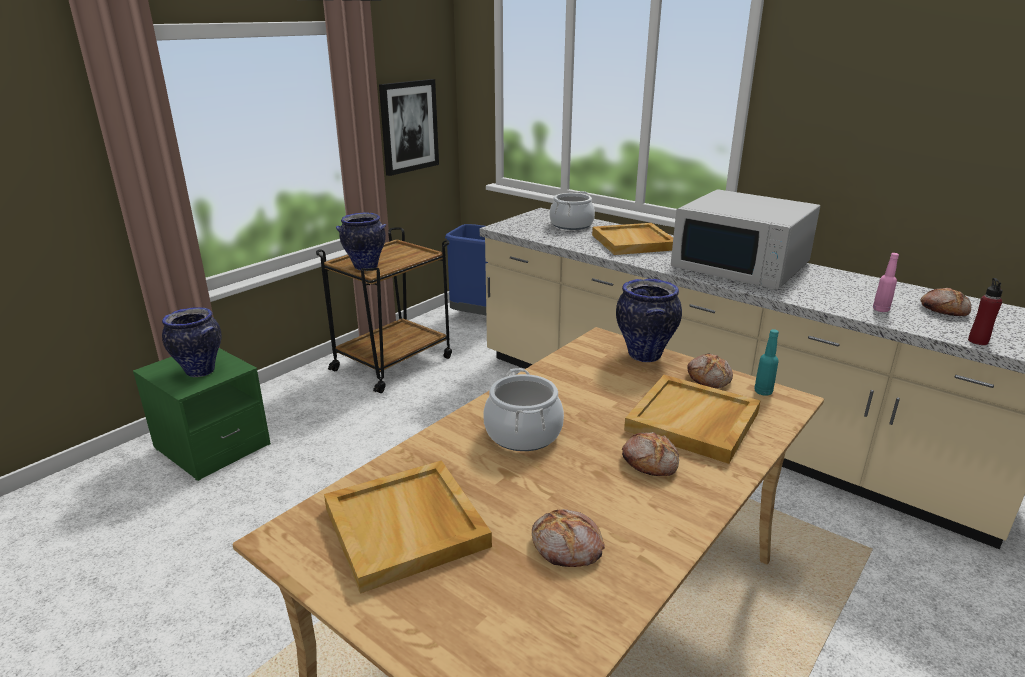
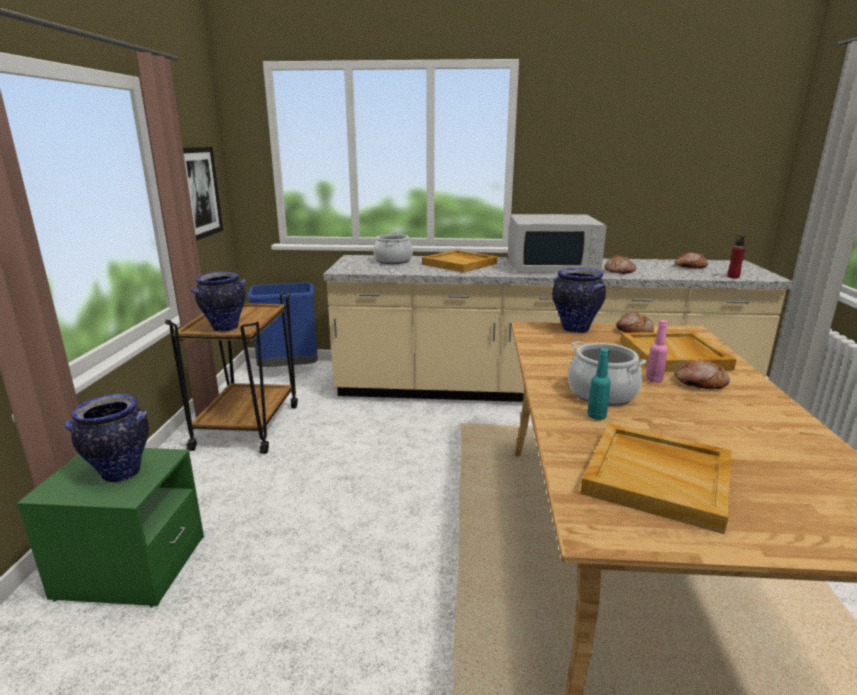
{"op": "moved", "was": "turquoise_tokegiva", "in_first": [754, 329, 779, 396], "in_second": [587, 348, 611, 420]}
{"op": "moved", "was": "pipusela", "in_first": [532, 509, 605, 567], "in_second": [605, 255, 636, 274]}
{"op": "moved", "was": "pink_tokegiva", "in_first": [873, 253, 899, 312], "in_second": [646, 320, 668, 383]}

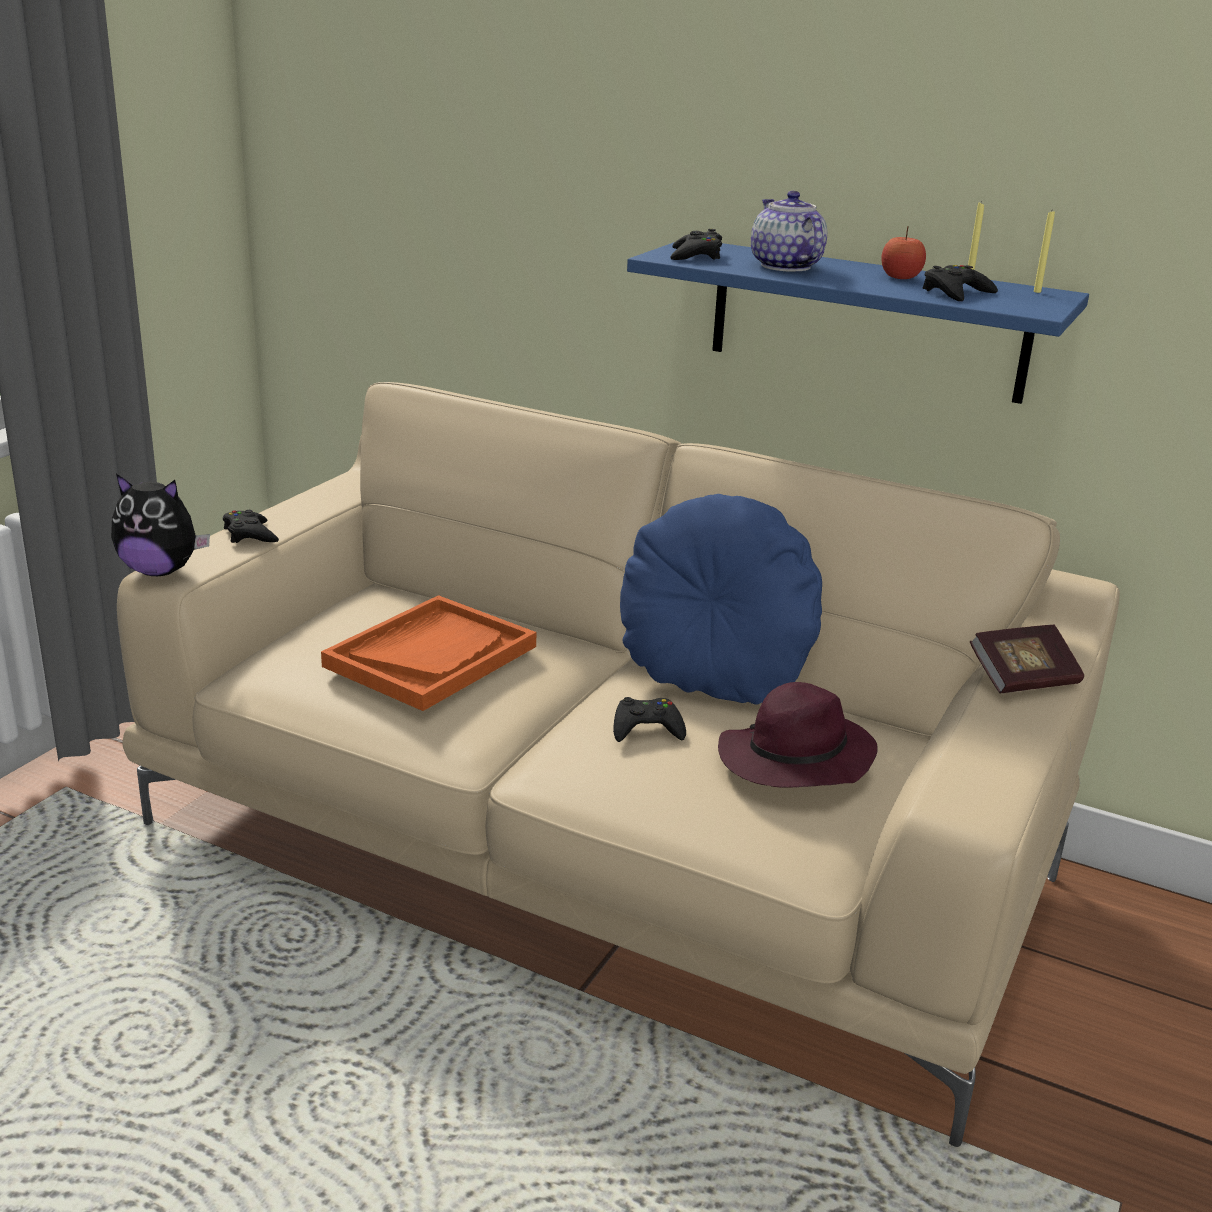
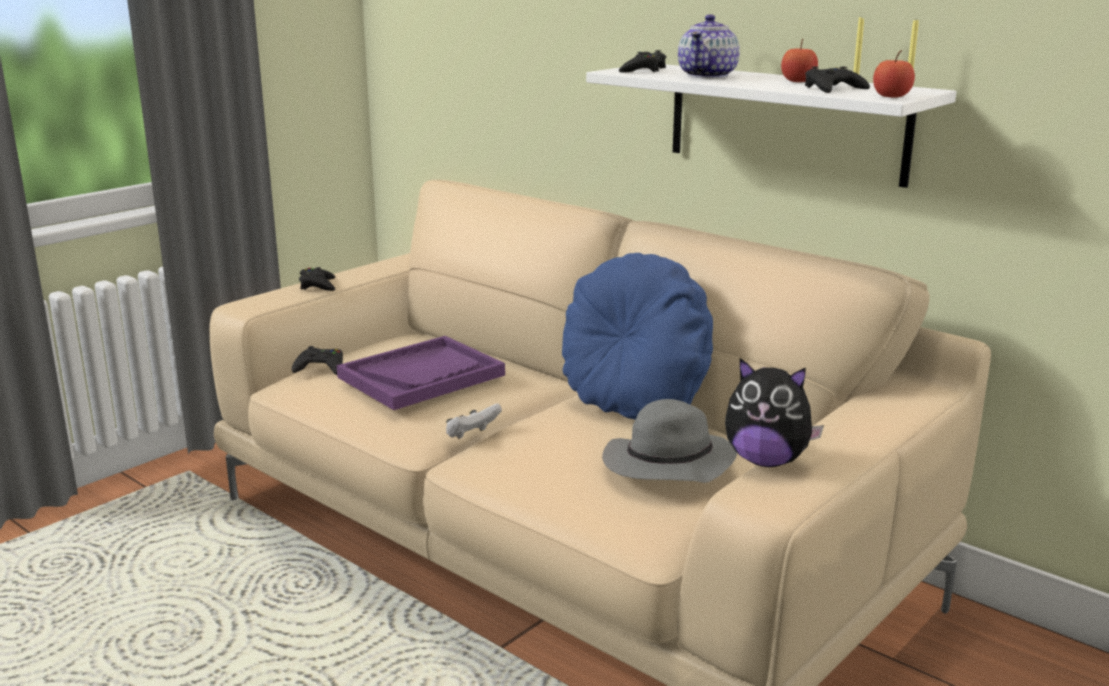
{"op": "moved", "was": "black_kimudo", "in_first": [613, 697, 686, 742], "in_second": [292, 346, 343, 375]}
{"op": "recoloured", "was": "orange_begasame", "now": "purple_begasame", "in_first": [321, 595, 536, 711], "in_second": [337, 336, 505, 410]}
{"op": "added", "now": "white_kimudo", "in_second": [446, 403, 502, 439]}
{"op": "recoloured", "was": "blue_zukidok", "now": "white_zukidok", "in_first": [627, 242, 1089, 404], "in_second": [586, 64, 956, 188]}
{"op": "recoloured", "was": "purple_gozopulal", "now": "grey_gozopulal", "in_first": [718, 682, 878, 788], "in_second": [602, 399, 737, 483]}
{"op": "turned", "was": "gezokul", "in_first": [751, 191, 827, 271], "in_second": [678, 14, 740, 78], "clockwise": -150}
{"op": "moved", "was": "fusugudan", "in_first": [111, 474, 210, 576], "in_second": [725, 358, 824, 467]}
{"op": "added", "now": "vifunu", "in_second": [873, 50, 915, 97]}
{"op": "removed", "was": "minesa", "in_first": [970, 625, 1084, 693]}

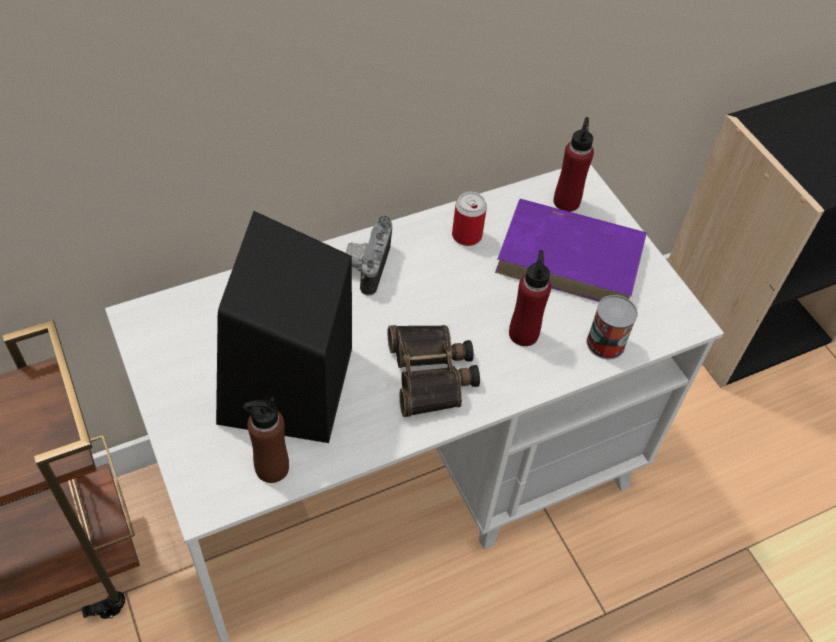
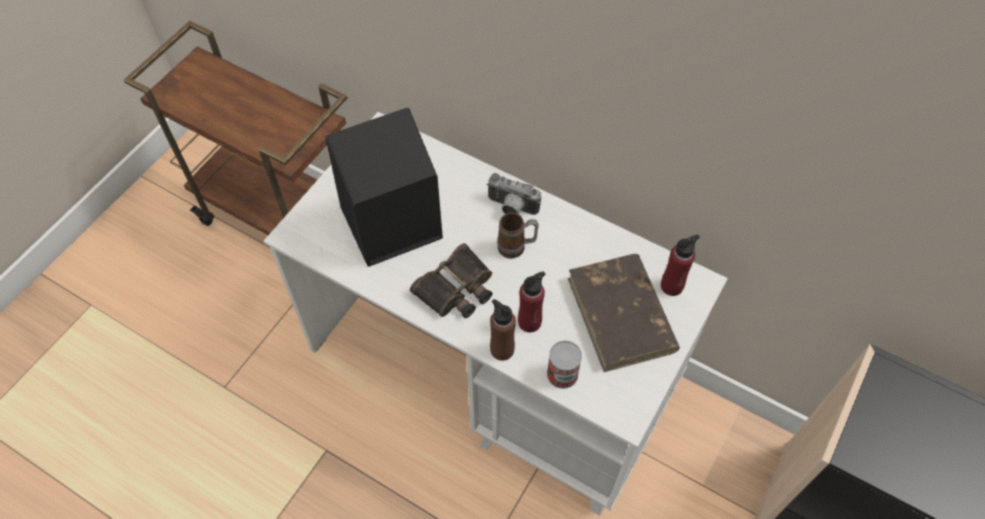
{"op": "turned", "was": "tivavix", "in_first": [346, 216, 392, 296], "in_second": [487, 173, 541, 215], "clockwise": -135}
{"op": "moved", "was": "brown_tokegiva", "in_first": [243, 397, 289, 483], "in_second": [490, 299, 516, 361]}
{"op": "added", "now": "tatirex", "in_second": [497, 213, 539, 258]}
{"op": "recoloured", "was": "purple_minesa", "now": "brown_minesa", "in_first": [495, 199, 647, 302], "in_second": [568, 254, 680, 372]}
{"op": "removed", "was": "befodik", "in_first": [452, 192, 487, 246]}

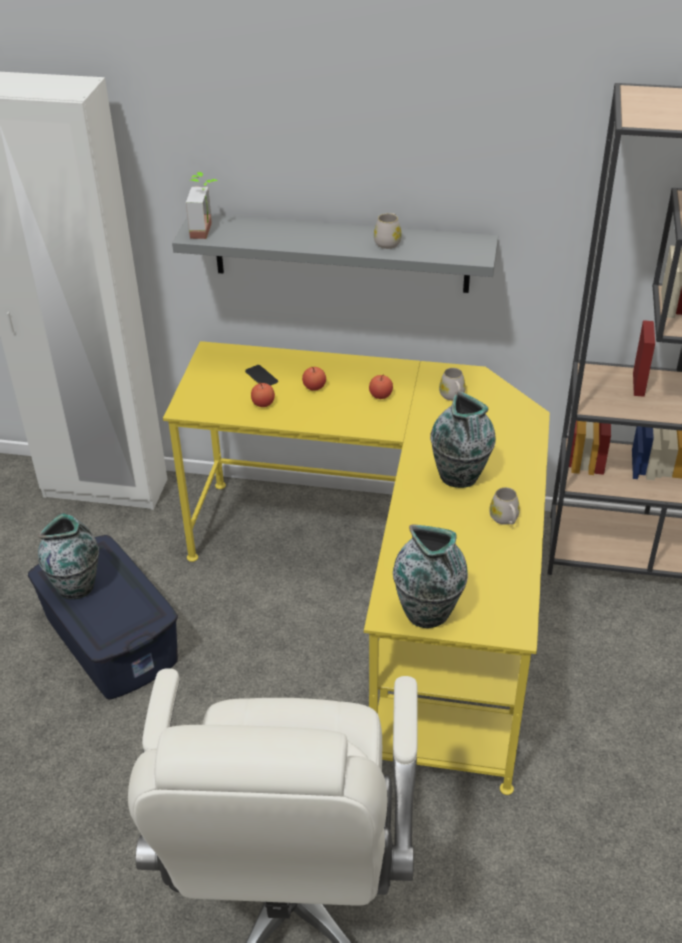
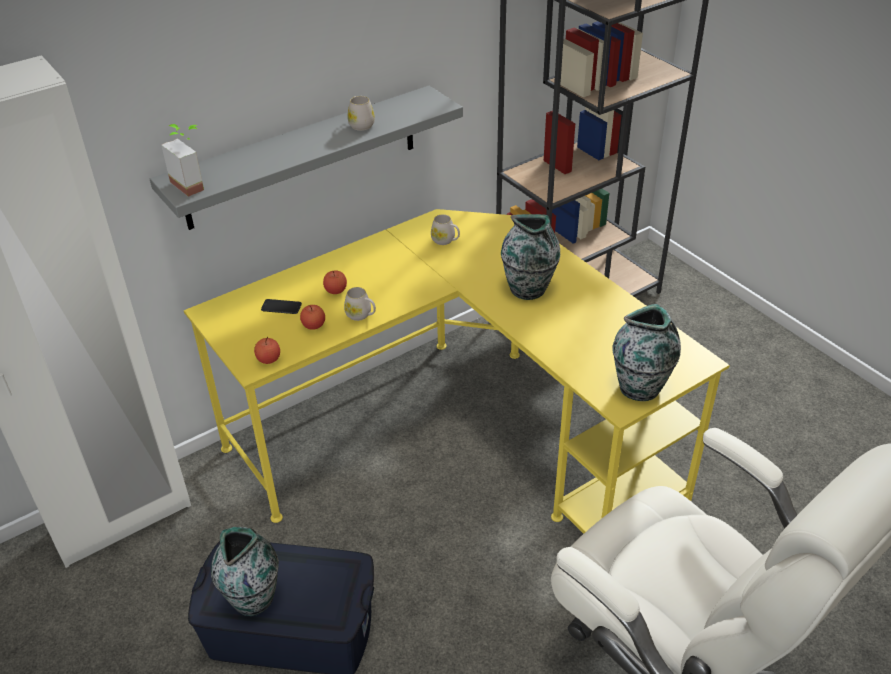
{"op": "moved", "was": "vifunu", "in_first": [369, 374, 393, 399], "in_second": [254, 337, 280, 364]}
{"op": "moved", "was": "white_tatirex", "in_first": [489, 487, 520, 525], "in_second": [344, 287, 376, 321]}

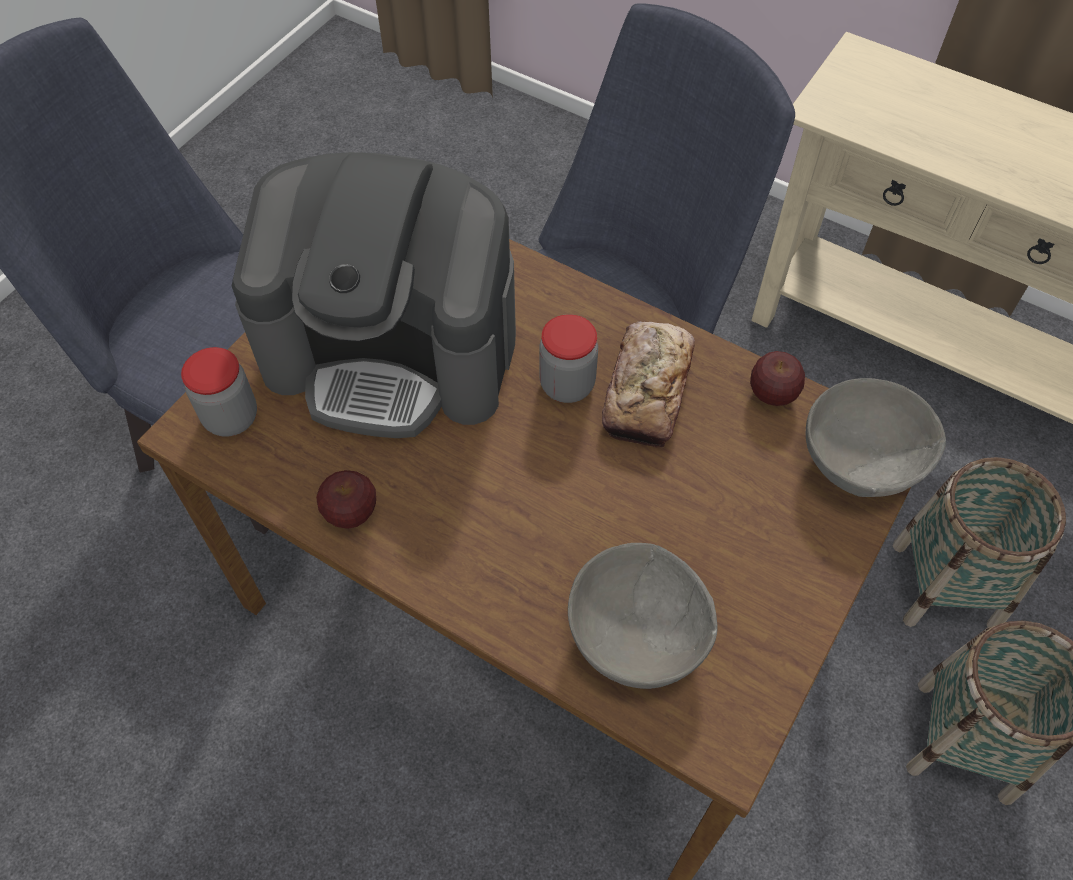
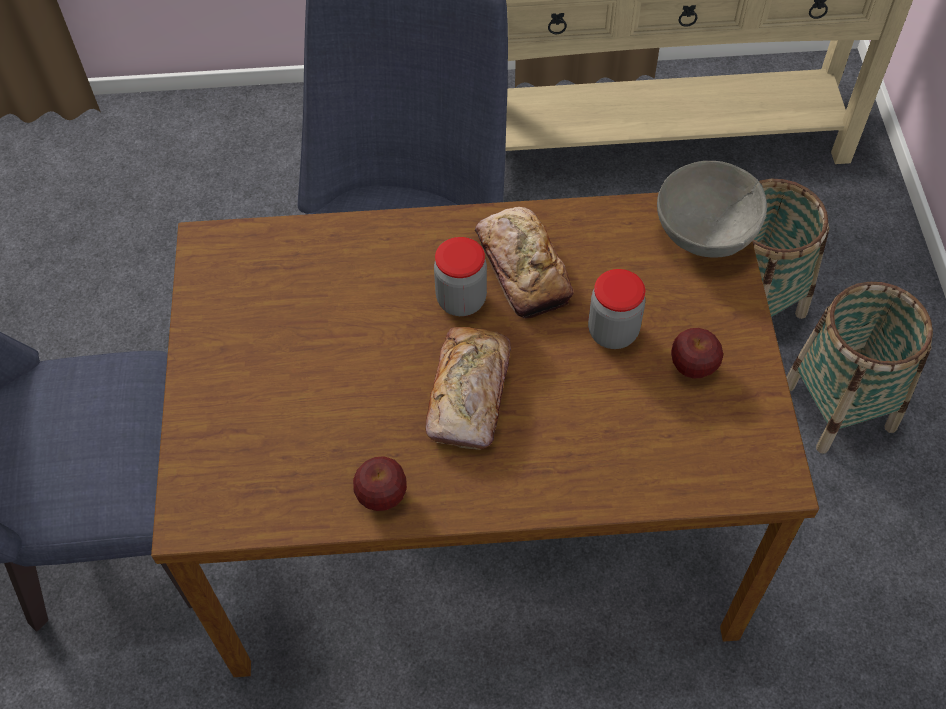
{"op": "added", "now": "pipusela", "in_second": [425, 327, 511, 450]}
{"op": "moved", "was": "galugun", "in_first": [181, 347, 257, 437], "in_second": [588, 269, 645, 349]}
{"op": "moved", "was": "vifunu", "in_first": [750, 351, 805, 406], "in_second": [671, 328, 723, 379]}
{"op": "removed", "was": "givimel", "in_first": [232, 152, 516, 438]}
{"op": "removed", "was": "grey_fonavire", "in_first": [568, 543, 718, 689]}

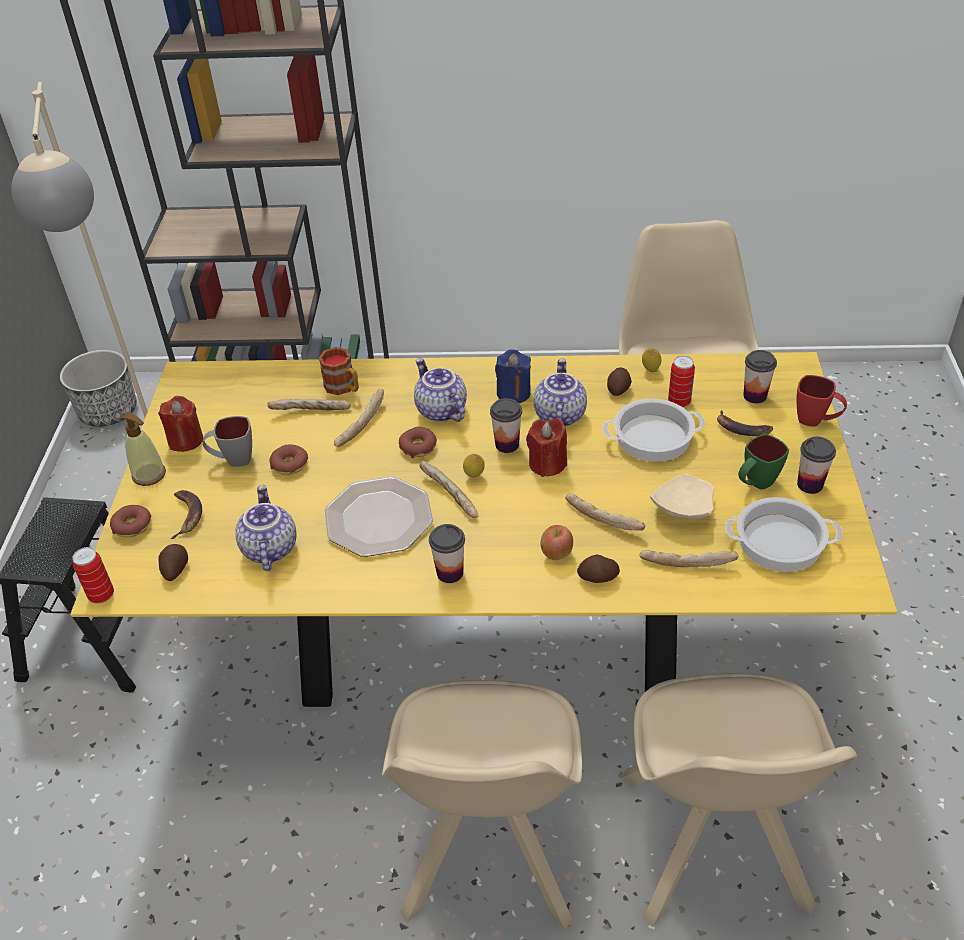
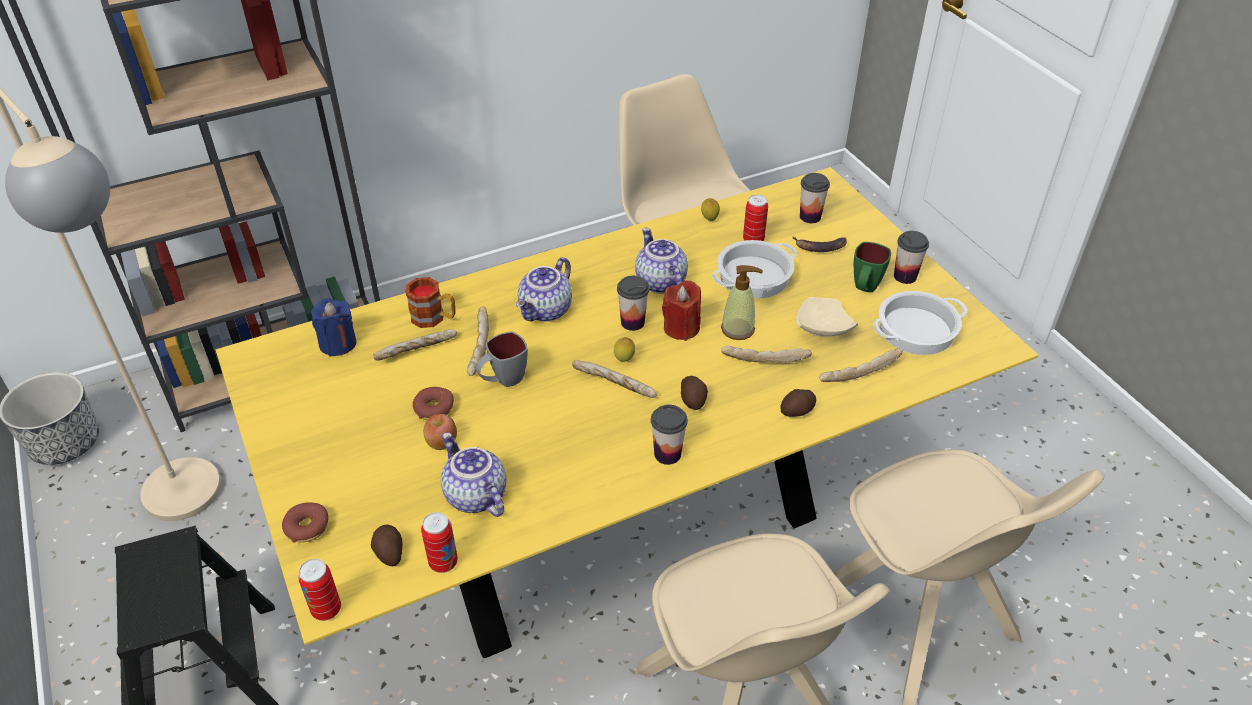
{"op": "moved", "was": "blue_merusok", "in_first": [495, 349, 531, 403], "in_second": [311, 298, 357, 357]}
{"op": "added", "now": "befodik", "in_second": [421, 512, 458, 573]}
{"op": "moved", "was": "vifunu", "in_first": [541, 525, 573, 560], "in_second": [423, 414, 457, 450]}
{"op": "moved", "was": "grey_tatirex", "in_first": [203, 416, 252, 467], "in_second": [476, 331, 528, 387]}
{"op": "turned", "was": "gezokul", "in_first": [414, 358, 467, 422], "in_second": [516, 257, 572, 322], "clockwise": -90}
{"op": "moved", "was": "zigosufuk", "in_first": [607, 368, 632, 396], "in_second": [681, 376, 708, 410]}
{"op": "moved", "was": "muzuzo", "in_first": [120, 412, 166, 486], "in_second": [721, 265, 763, 340]}
{"op": "removed", "was": "red_merusok", "in_first": [158, 396, 203, 452]}
{"op": "removed", "was": "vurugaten", "in_first": [170, 490, 202, 539]}
{"op": "removed", "was": "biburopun", "in_first": [325, 476, 433, 557]}
{"op": "removed", "was": "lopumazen", "in_first": [399, 427, 437, 458]}
{"op": "removed", "was": "red_tatirex", "in_first": [797, 375, 847, 427]}

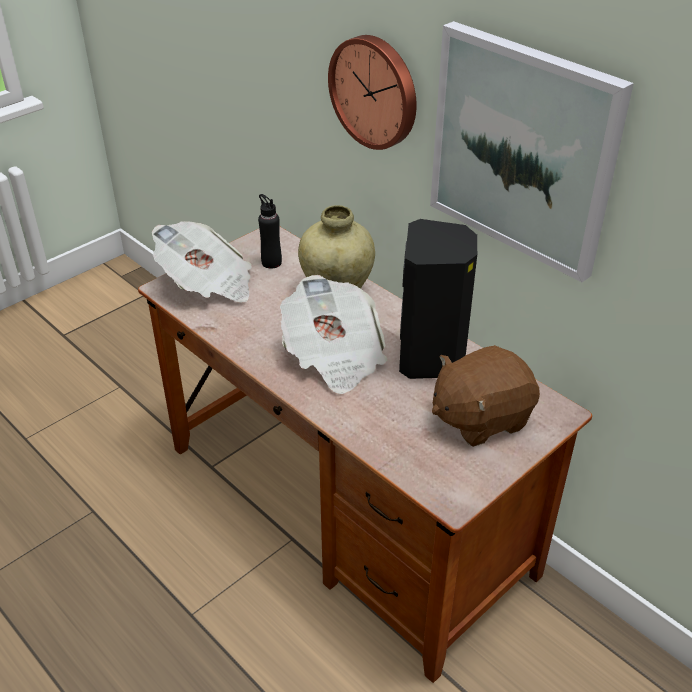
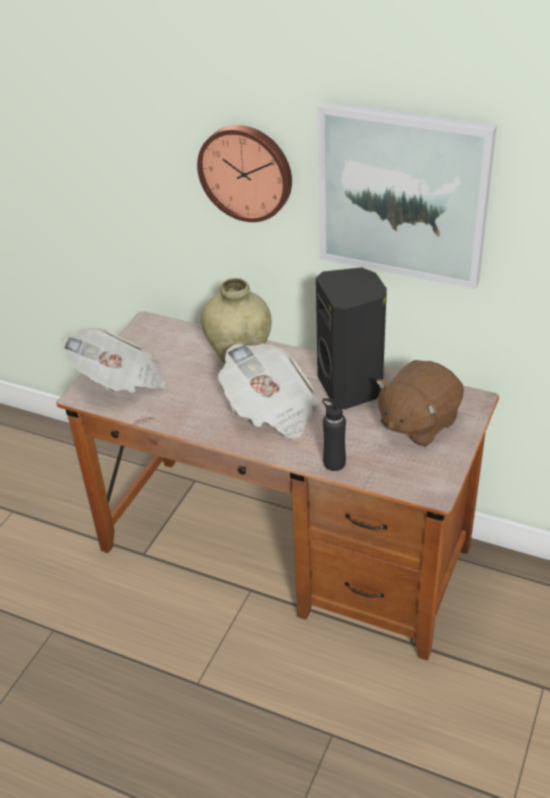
{"op": "moved", "was": "black_tokegiva", "in_first": [258, 194, 282, 268], "in_second": [322, 398, 346, 471]}

